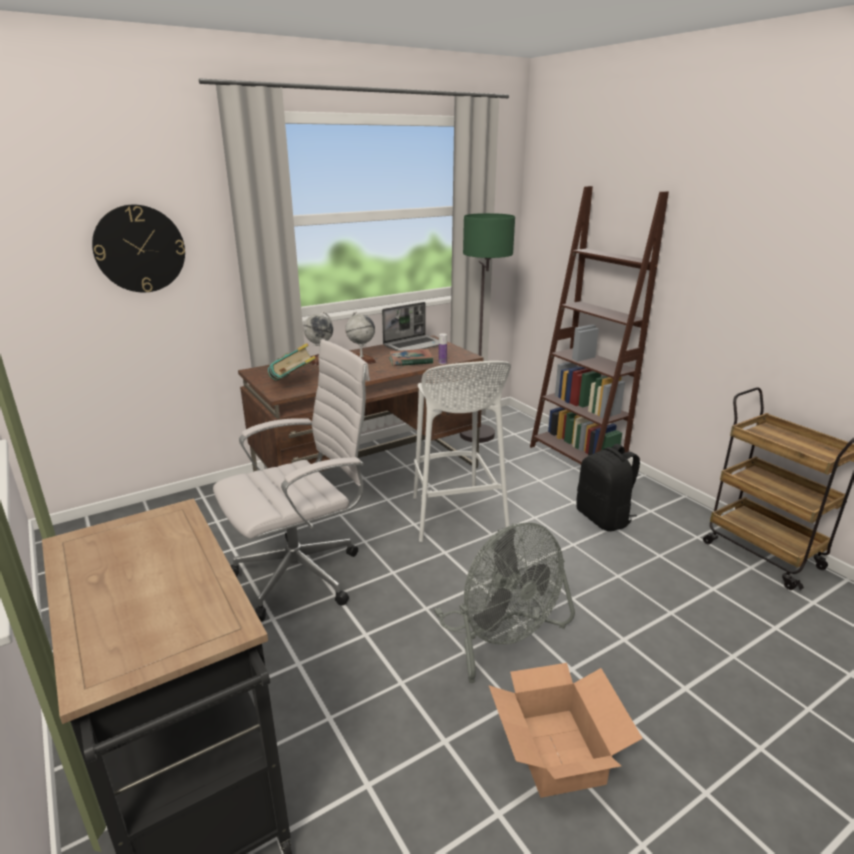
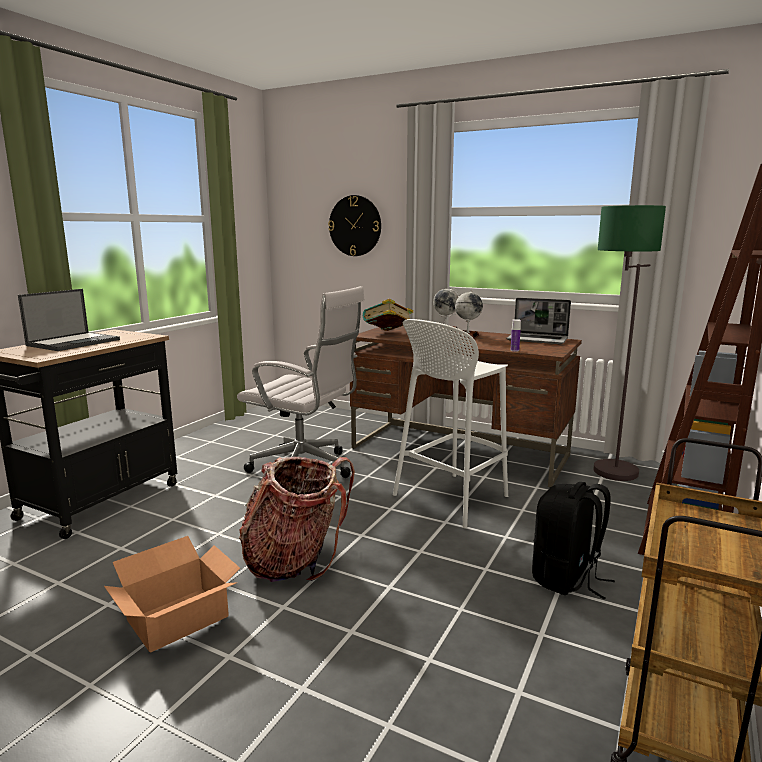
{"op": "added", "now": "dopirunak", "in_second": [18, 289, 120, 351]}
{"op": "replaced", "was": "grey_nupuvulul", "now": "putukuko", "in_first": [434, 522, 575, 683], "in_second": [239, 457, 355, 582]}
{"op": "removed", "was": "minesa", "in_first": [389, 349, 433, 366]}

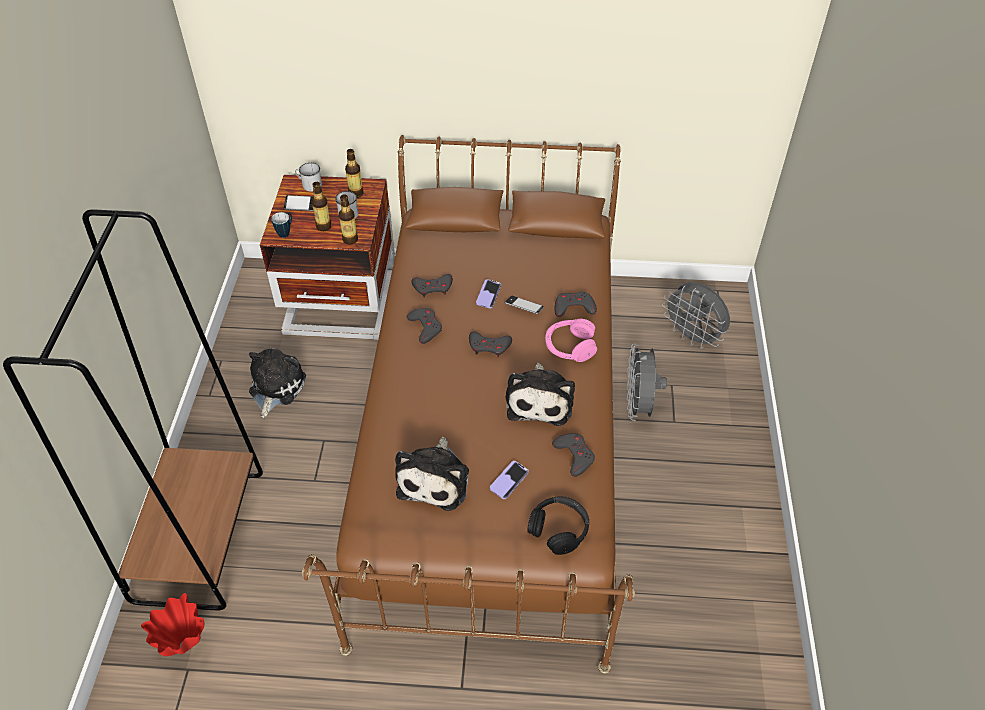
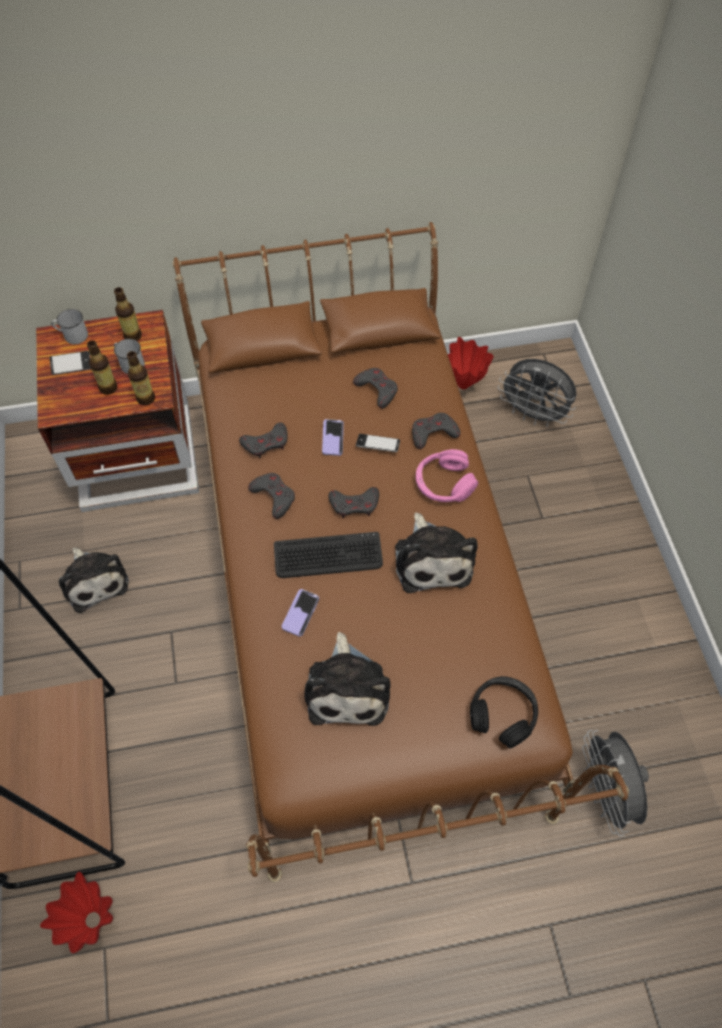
{"op": "turned", "was": "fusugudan", "in_first": [249, 348, 306, 418], "in_second": [59, 548, 129, 613], "clockwise": 150}
{"op": "added", "now": "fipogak", "in_second": [274, 532, 383, 578]}
{"op": "moved", "was": "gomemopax", "in_first": [490, 461, 529, 499], "in_second": [282, 589, 319, 636]}
{"op": "moved", "was": "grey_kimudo", "in_first": [552, 433, 595, 477], "in_second": [353, 368, 398, 408]}
{"op": "added", "now": "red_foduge", "in_second": [448, 337, 494, 389]}
{"op": "moved", "was": "grey_nupuvulul", "in_first": [627, 344, 667, 421], "in_second": [582, 730, 649, 836]}
{"op": "removed", "was": "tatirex", "in_first": [271, 212, 292, 238]}

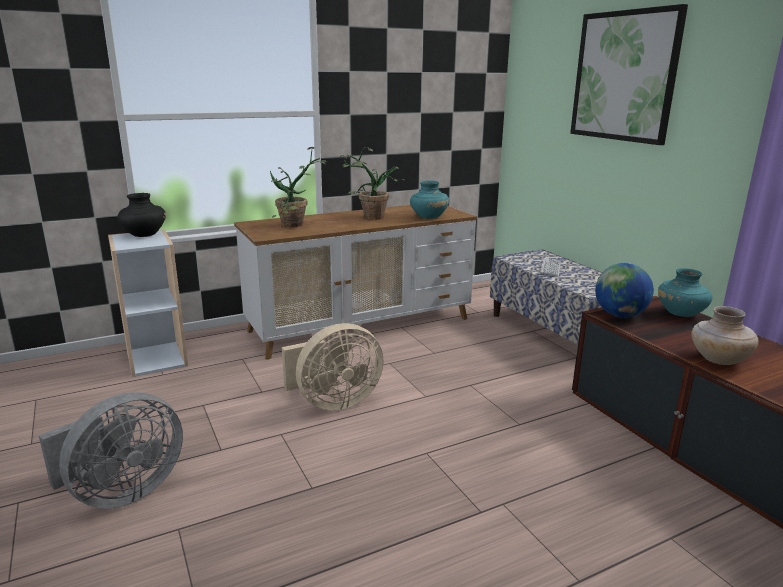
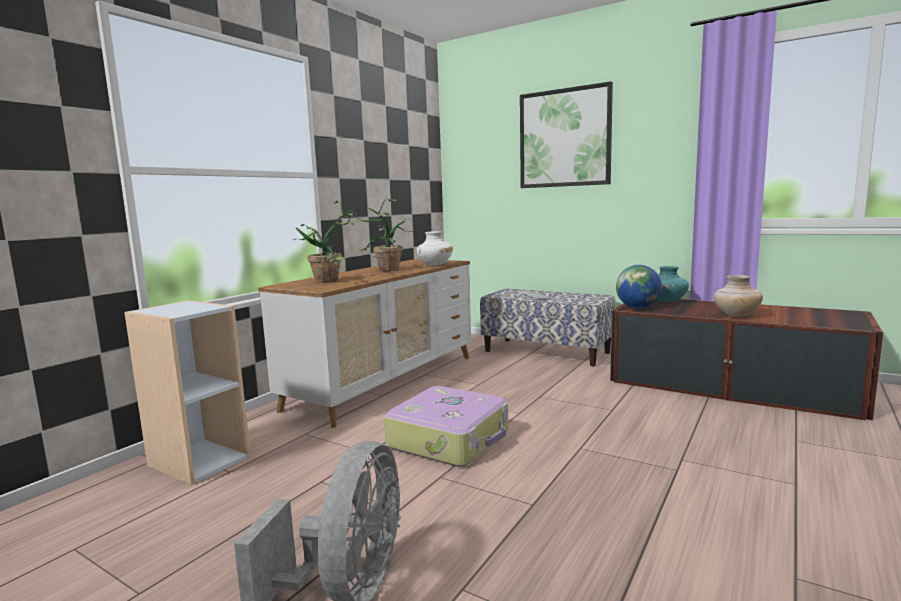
{"op": "replaced", "was": "beige_nupuvulul", "now": "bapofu", "in_first": [282, 323, 384, 411], "in_second": [384, 386, 508, 467]}
{"op": "recoloured", "was": "turquoise_foduge", "now": "white_foduge", "in_first": [410, 180, 449, 219], "in_second": [417, 231, 453, 266]}
{"op": "removed", "was": "black_foduge", "in_first": [117, 193, 166, 237]}

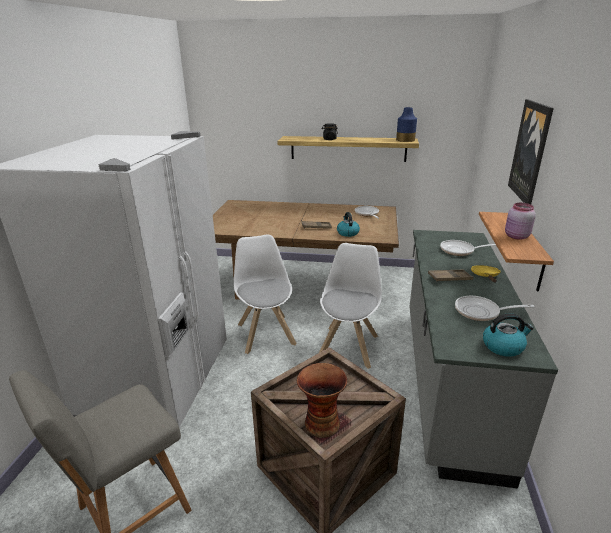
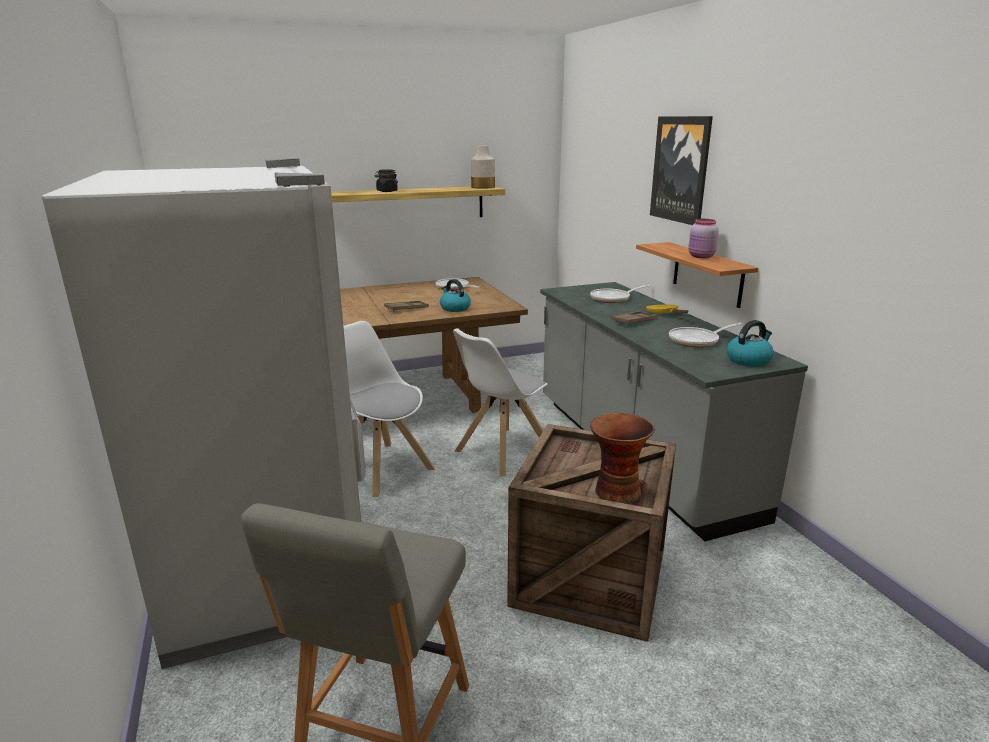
{"op": "turned", "was": "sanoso", "in_first": [319, 243, 382, 369], "in_second": [453, 328, 548, 477], "clockwise": -120}
{"op": "recoloured", "was": "blue_foduge", "now": "beige_foduge", "in_first": [396, 107, 417, 142], "in_second": [471, 145, 495, 189]}

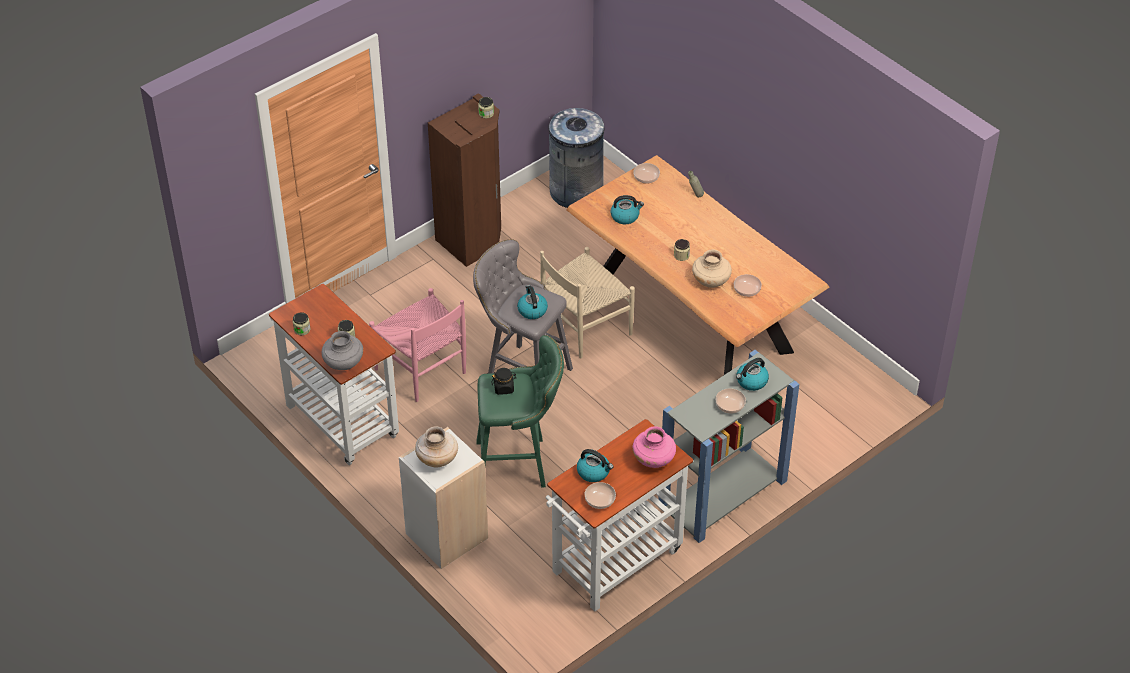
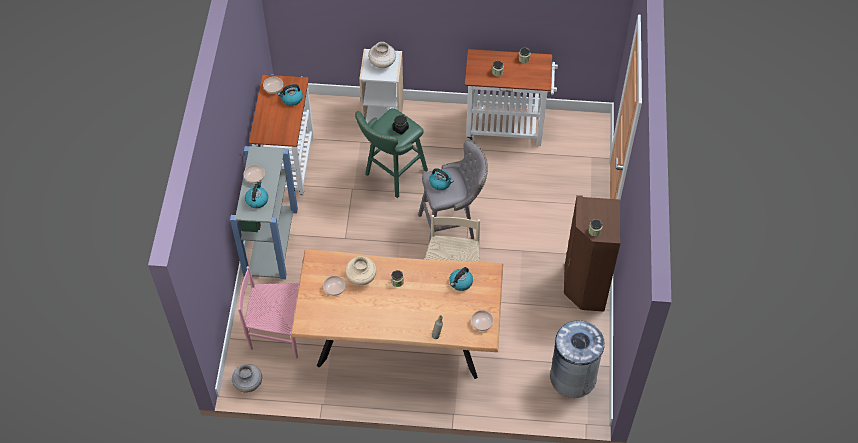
{"op": "moved", "was": "grey_foduge", "in_first": [322, 331, 363, 370], "in_second": [232, 364, 262, 393]}
{"op": "moved", "was": "pink_sanoso", "in_first": [369, 288, 466, 402], "in_second": [238, 266, 299, 359]}
{"op": "removed", "was": "pink_foduge", "in_first": [633, 426, 676, 468]}

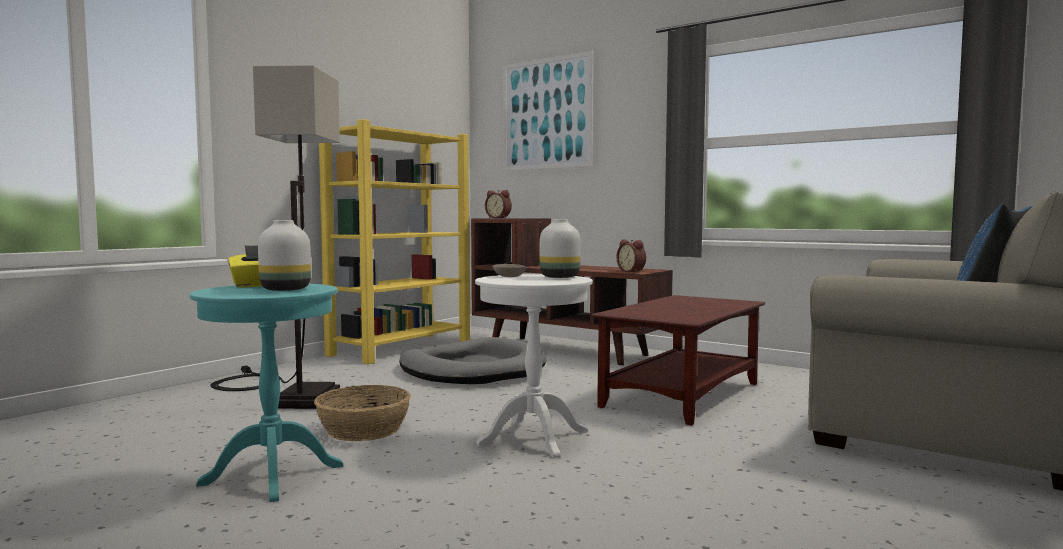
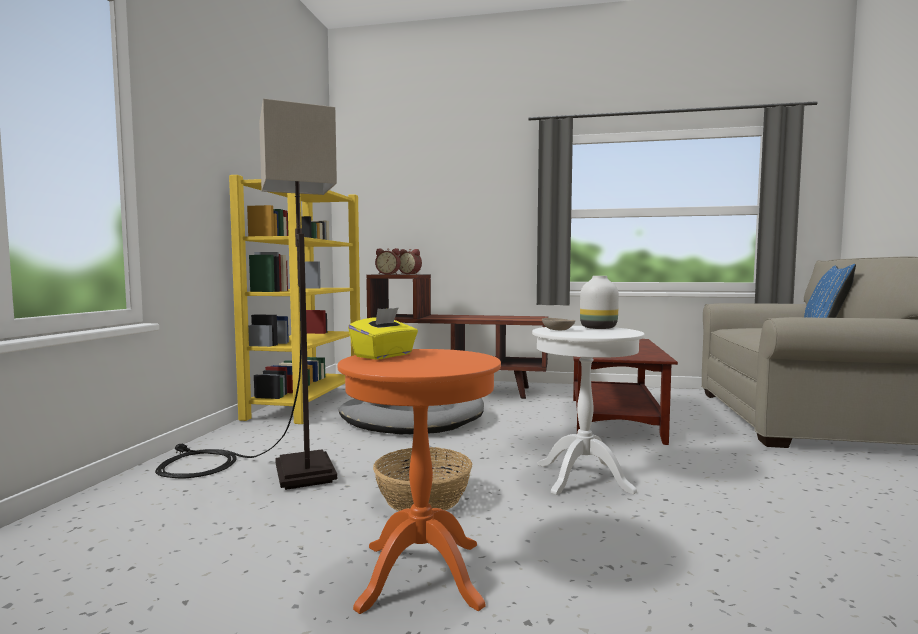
{"op": "recoloured", "was": "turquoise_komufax", "now": "orange_komufax", "in_first": [189, 284, 344, 502], "in_second": [338, 349, 501, 614]}
{"op": "moved", "was": "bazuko", "in_first": [616, 239, 646, 273], "in_second": [399, 249, 422, 274]}
{"op": "removed", "was": "white_foduge", "in_first": [258, 220, 311, 291]}
{"op": "removed", "was": "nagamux", "in_first": [503, 51, 593, 171]}

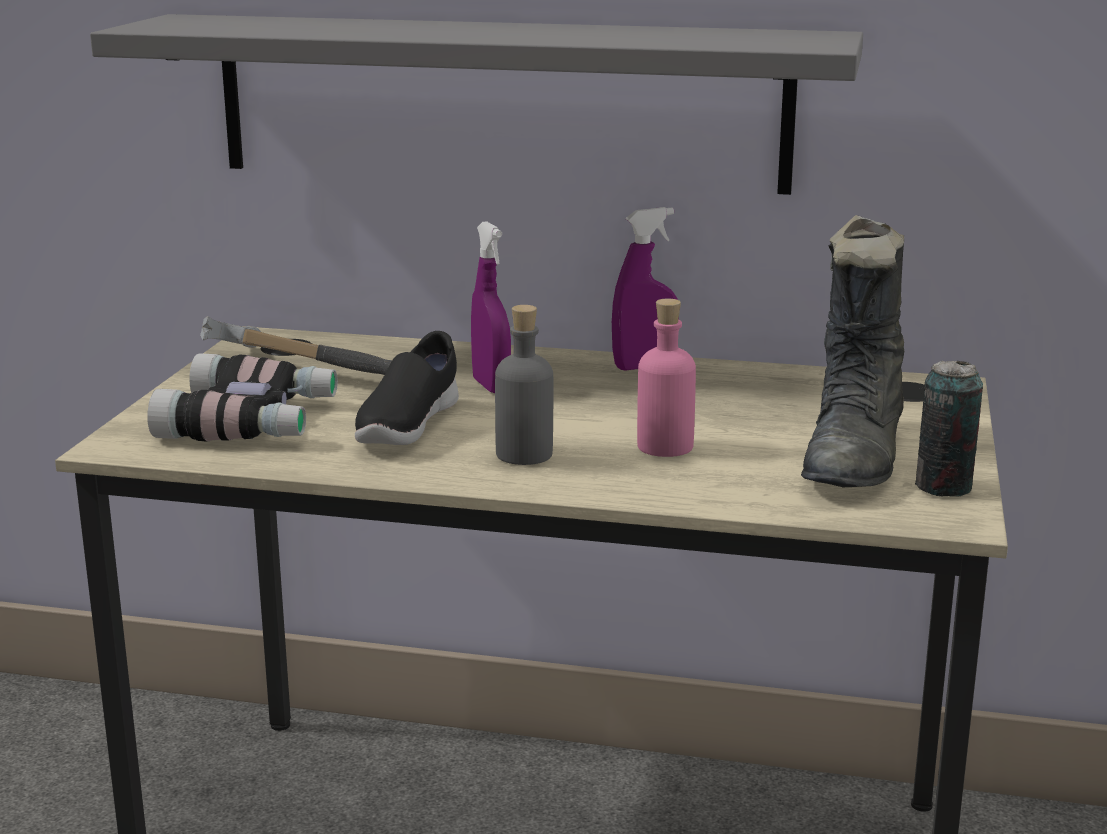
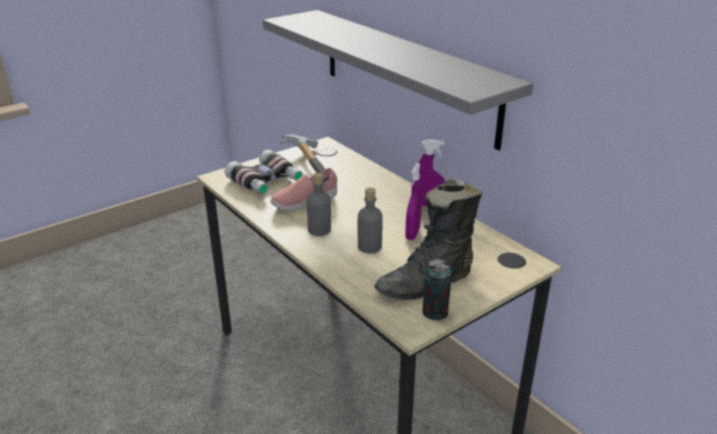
{"op": "recoloured", "was": "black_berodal", "now": "pink_berodal", "in_first": [355, 331, 459, 445], "in_second": [270, 168, 337, 211]}
{"op": "recoloured", "was": "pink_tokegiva", "now": "grey_tokegiva", "in_first": [637, 299, 696, 457], "in_second": [358, 188, 383, 254]}
{"op": "moved", "was": "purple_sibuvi", "in_first": [471, 221, 511, 393], "in_second": [405, 163, 422, 240]}

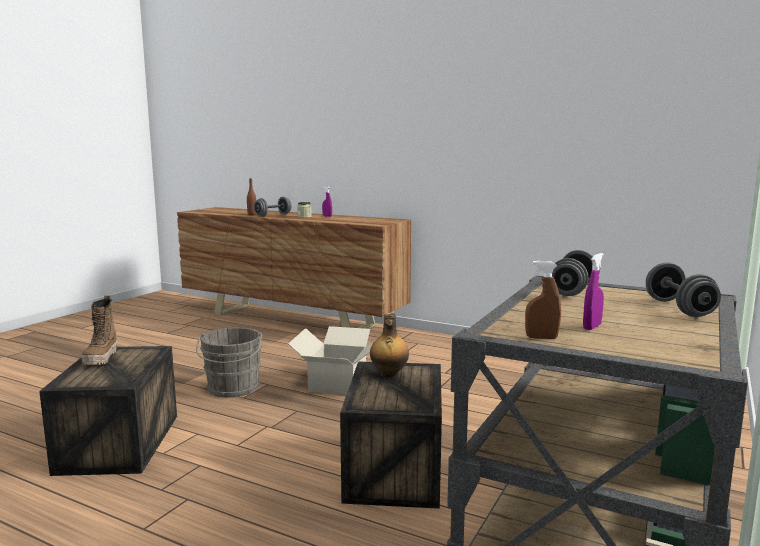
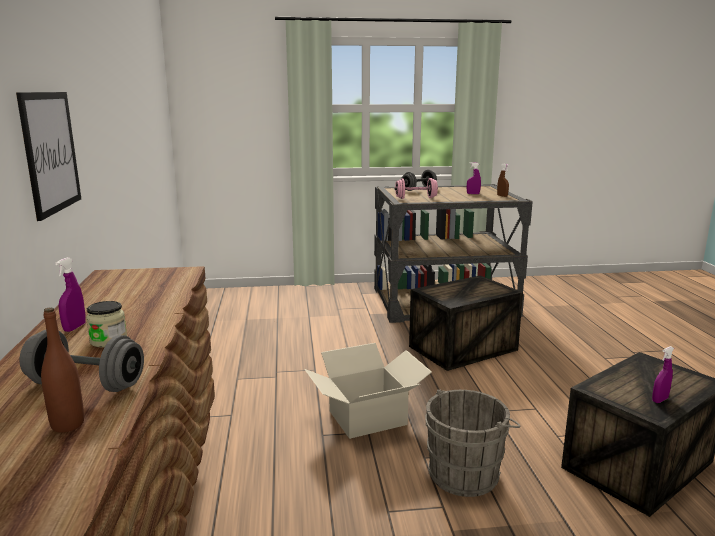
{"op": "added", "now": "nagamux", "in_second": [16, 92, 81, 221]}
{"op": "recoloured", "was": "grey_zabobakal", "now": "pink_zabobakal", "in_first": [552, 250, 593, 296], "in_second": [395, 178, 438, 199]}
{"op": "replaced", "was": "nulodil", "now": "purple_sibuvi", "in_first": [81, 295, 117, 365], "in_second": [652, 346, 674, 403]}
{"op": "removed", "was": "tokegiva", "in_first": [370, 313, 409, 378]}

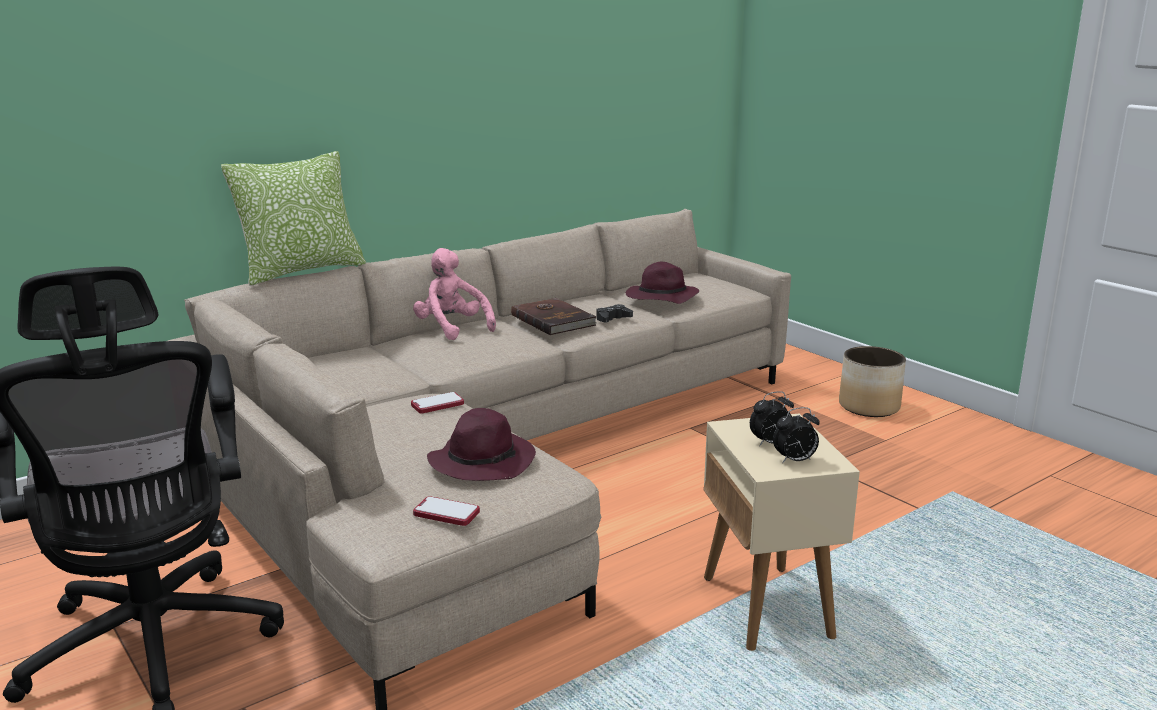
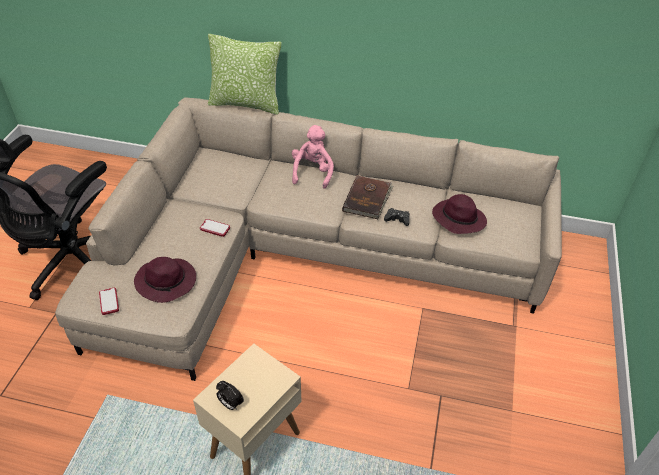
{"op": "removed", "was": "bazuko", "in_first": [750, 391, 794, 446]}
{"op": "removed", "was": "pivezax", "in_first": [839, 346, 906, 417]}

